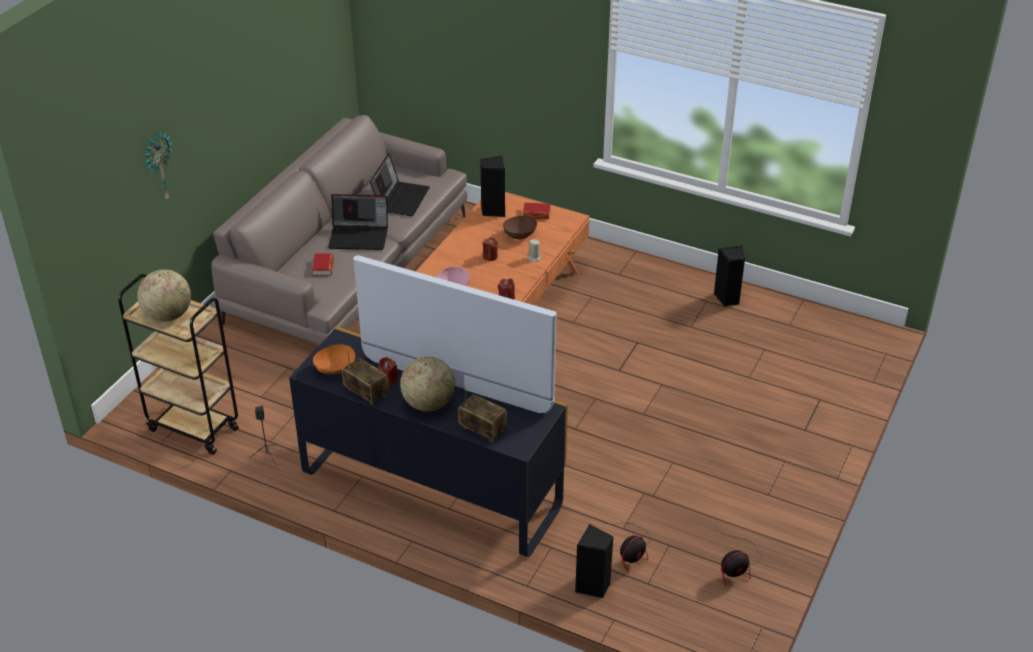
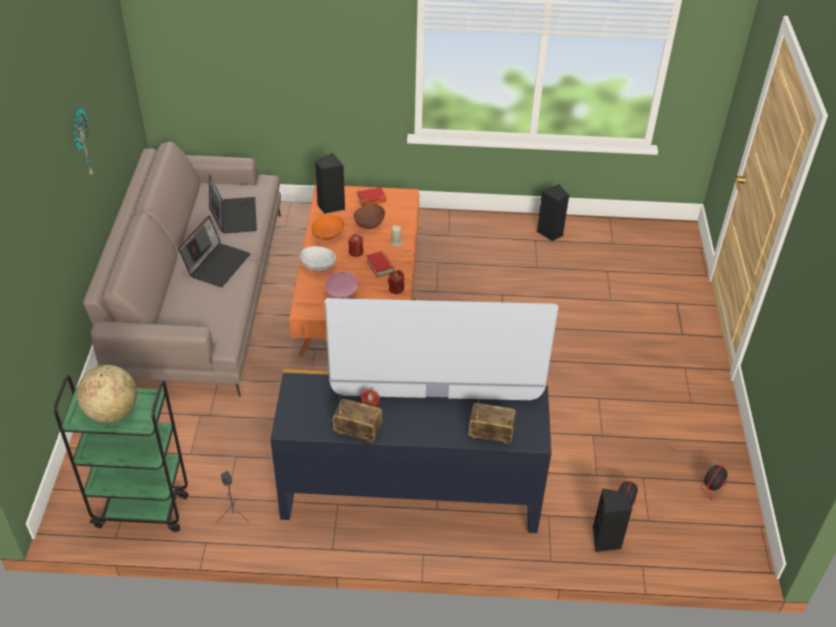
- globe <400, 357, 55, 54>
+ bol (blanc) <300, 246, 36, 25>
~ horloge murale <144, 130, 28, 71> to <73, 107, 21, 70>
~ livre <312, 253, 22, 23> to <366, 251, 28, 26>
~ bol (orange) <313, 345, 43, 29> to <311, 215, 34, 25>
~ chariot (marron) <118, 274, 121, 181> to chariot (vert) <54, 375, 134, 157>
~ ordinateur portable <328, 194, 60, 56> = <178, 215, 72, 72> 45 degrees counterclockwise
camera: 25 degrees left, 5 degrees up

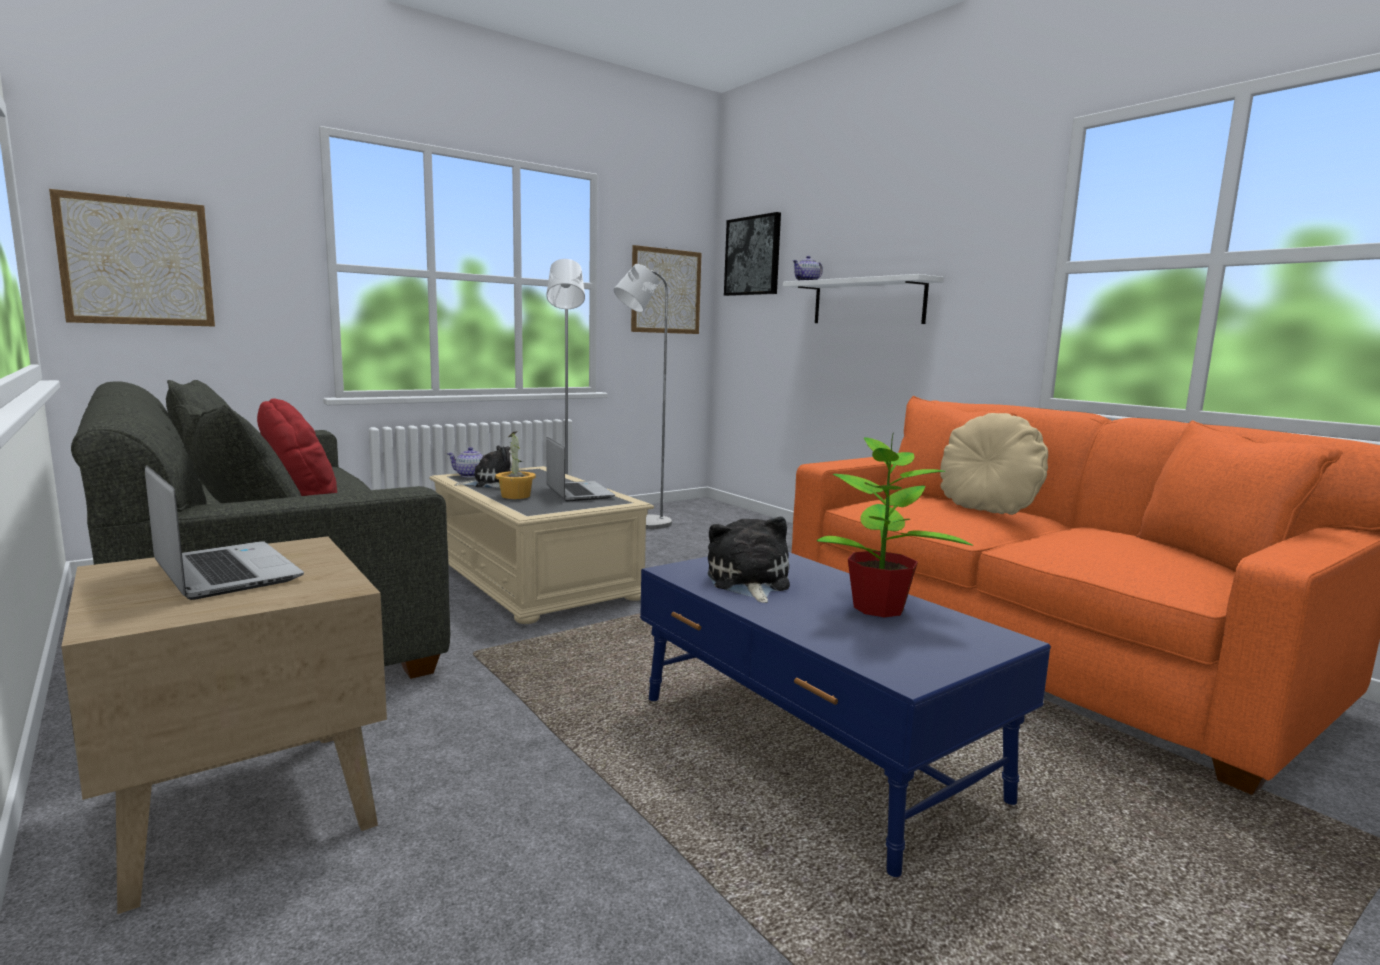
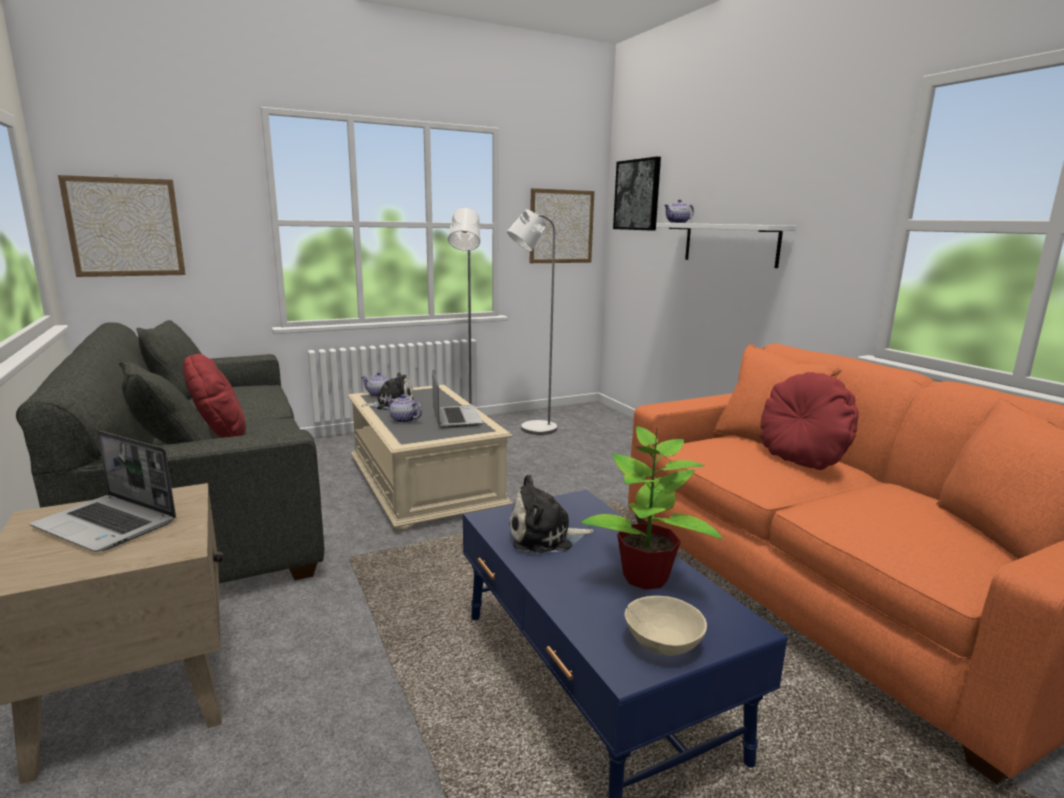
+ bol (beige) <625, 596, 82, 60>
~ plante en pot <496, 431, 39, 68> to théière <386, 394, 36, 29>
~ coussin (beige) <940, 413, 108, 102> to coussin (rouge) <760, 372, 99, 98>
~ ordinateur portable <145, 466, 159, 134> = <29, 430, 147, 122> 150 degrees clockwise
~ peluche <708, 517, 82, 86> = <509, 474, 85, 79> 105 degrees counterclockwise
camera: 10 degrees right, 5 degrees up

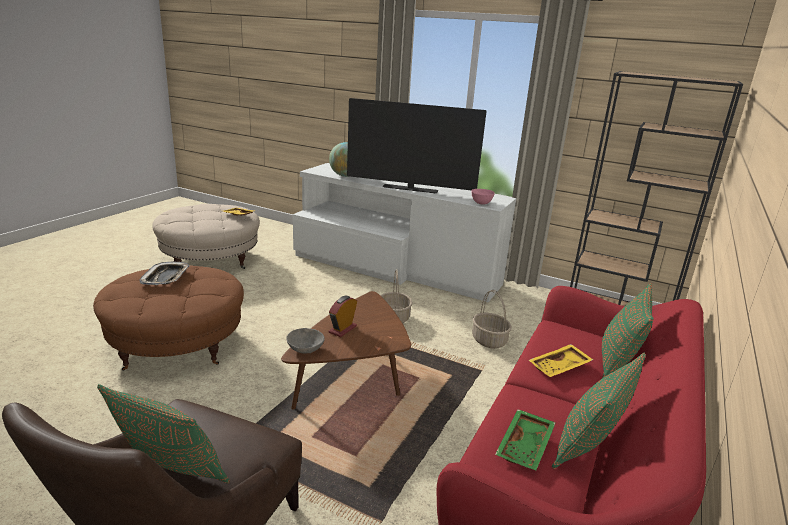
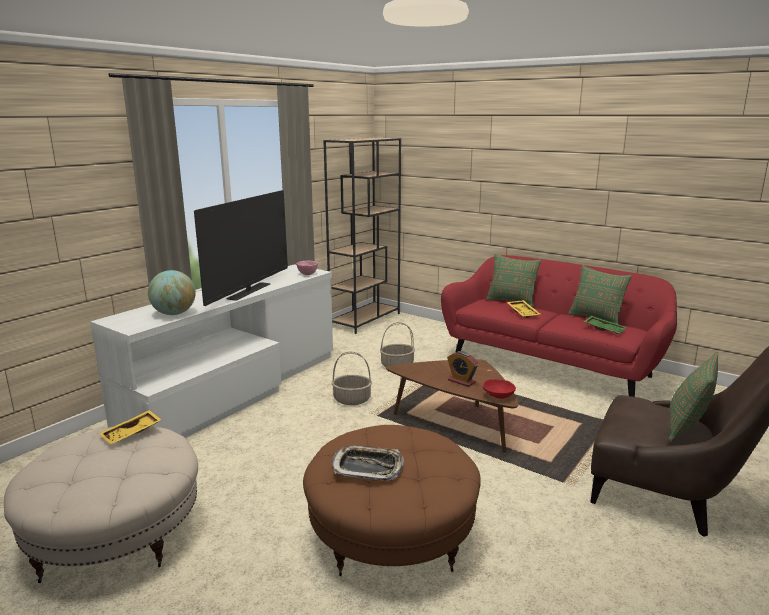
~ bol (gris) <286, 328, 39, 25> to bol (rouge) <483, 379, 33, 20>
camera: 80 degrees left, 5 degrees down

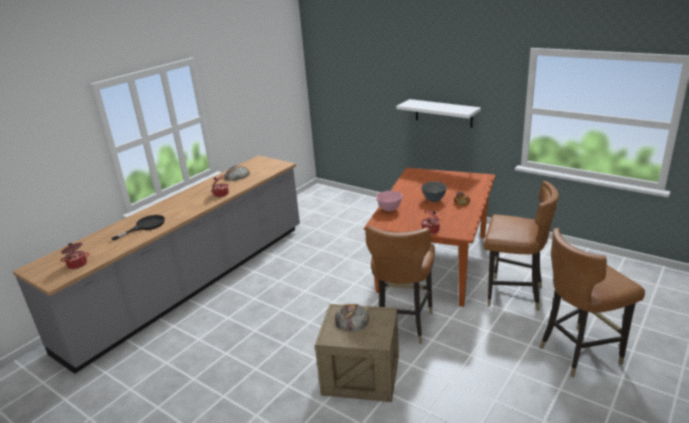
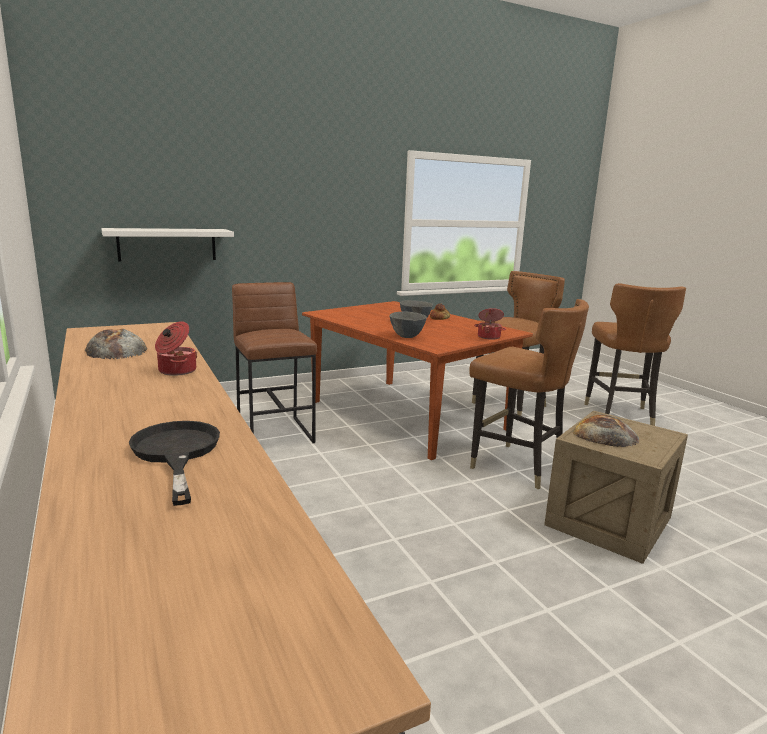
- marmite <60, 243, 29, 26>
+ tabouret (marron) <232, 282, 85, 161>
~ étagère (blanc) <396, 99, 85, 29> to <101, 228, 133, 33>
~ bol (rose) <376, 191, 27, 20> to bol (gris) <389, 312, 38, 26>
camera: 65 degrees left, 10 degrees down

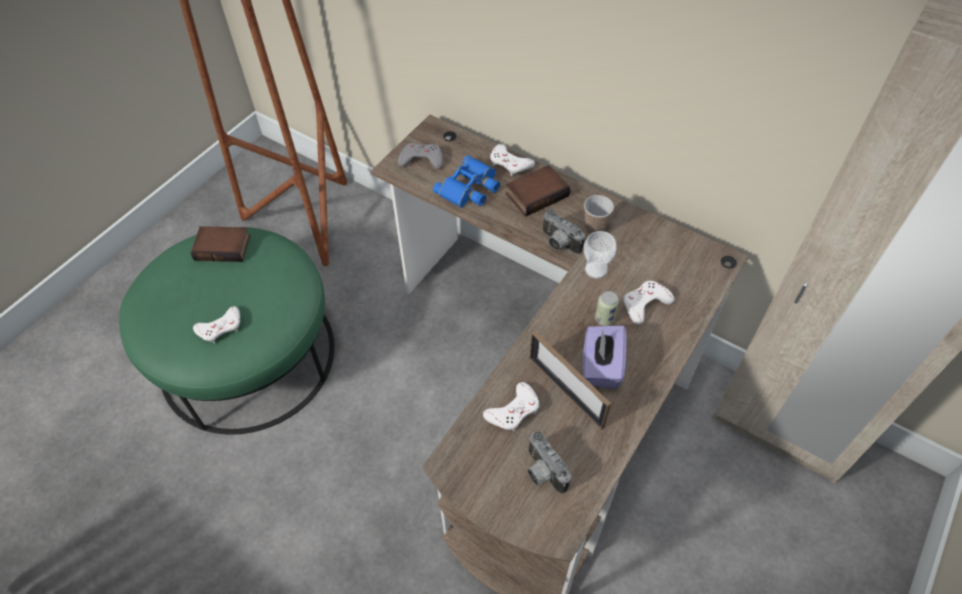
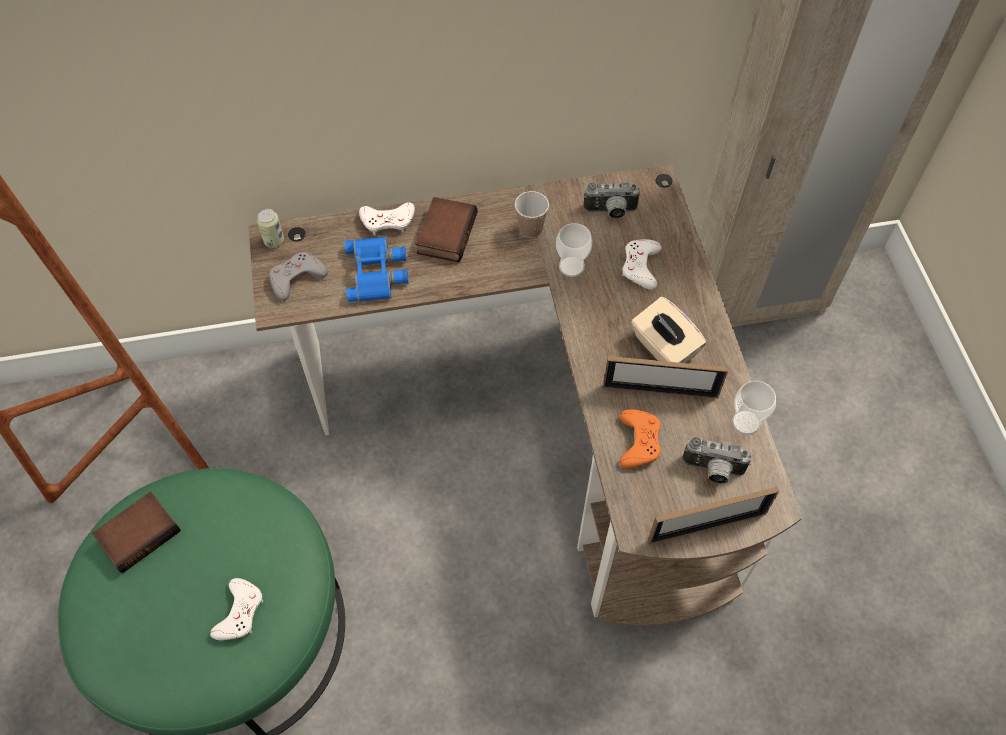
+ cadre photo <648, 487, 131, 57>
+ tasse <732, 380, 44, 55>
~ appareil photo <542, 209, 43, 45> to <583, 183, 58, 36>
~ boîte métallique <595, 291, 24, 35> to <257, 209, 27, 39>
~ manette (blanc) <483, 382, 56, 50> to manette (orange) <619, 409, 42, 59>
~ boîte à mouchoirs (violet) <583, 326, 44, 63> to boîte à mouchoirs (beige) <631, 297, 76, 66>
camera: 45 degrees left, 5 degrees up

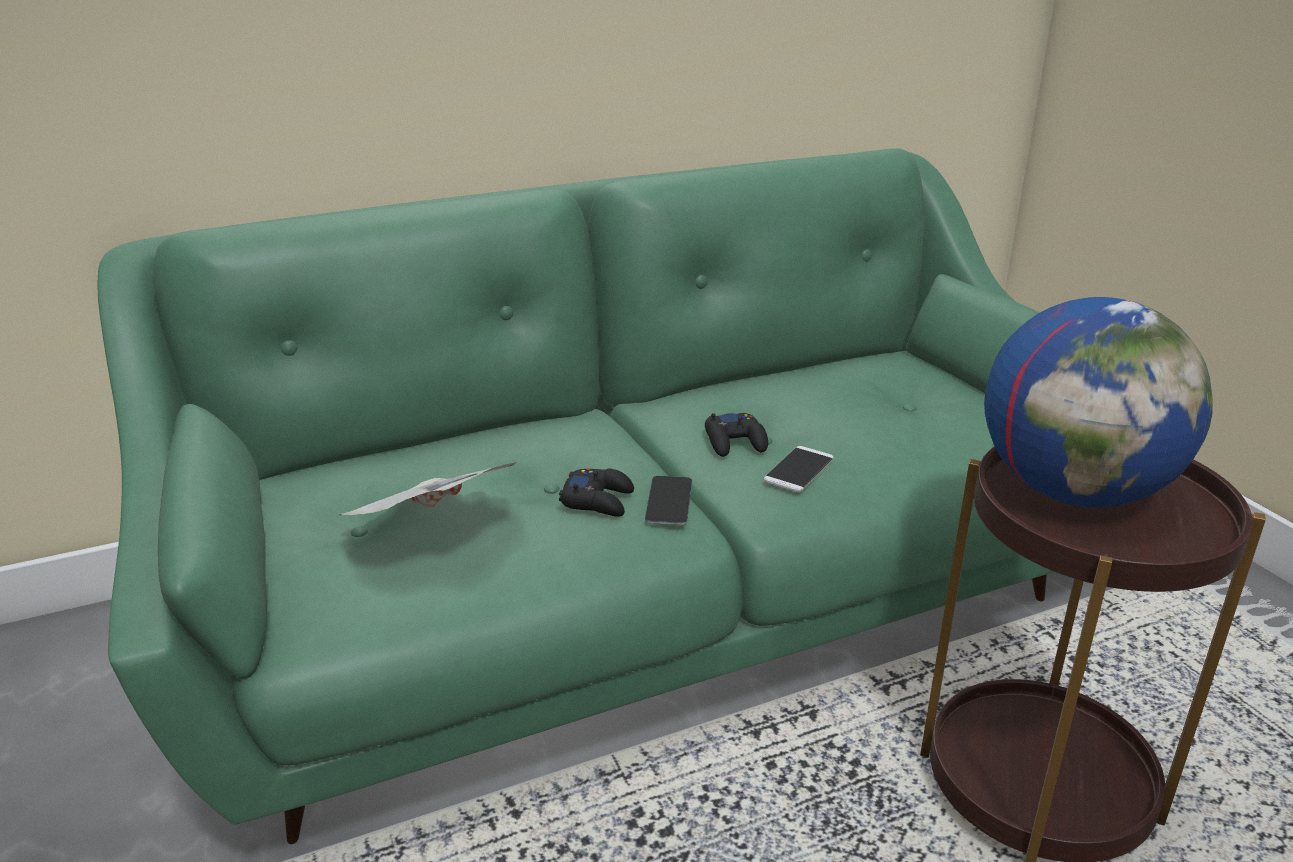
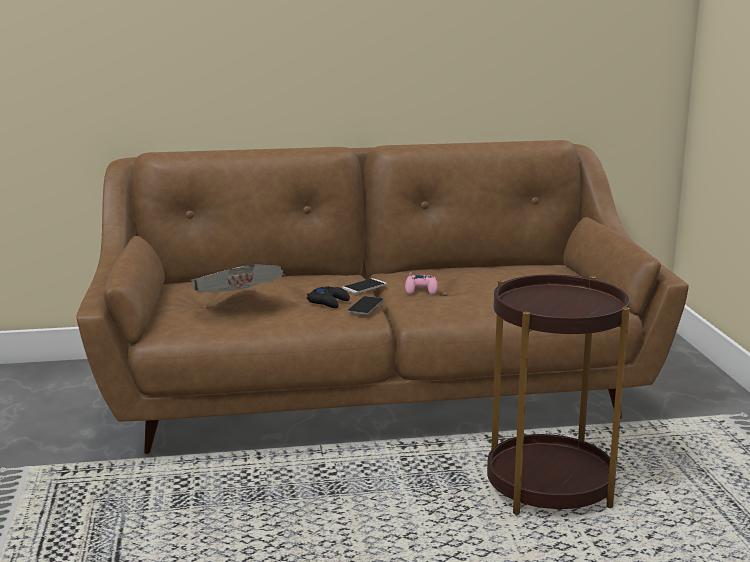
- globe <984, 297, 229, 210>
~ téléphone <764, 446, 70, 46> to <342, 278, 45, 16>
~ canapé (vert) <97, 149, 957, 695> to canapé (marron) <76, 140, 613, 314>
~ manette (noir) <705, 413, 63, 44> to manette (rose) <405, 273, 33, 22>
camera: 15 degrees right, 10 degrees down

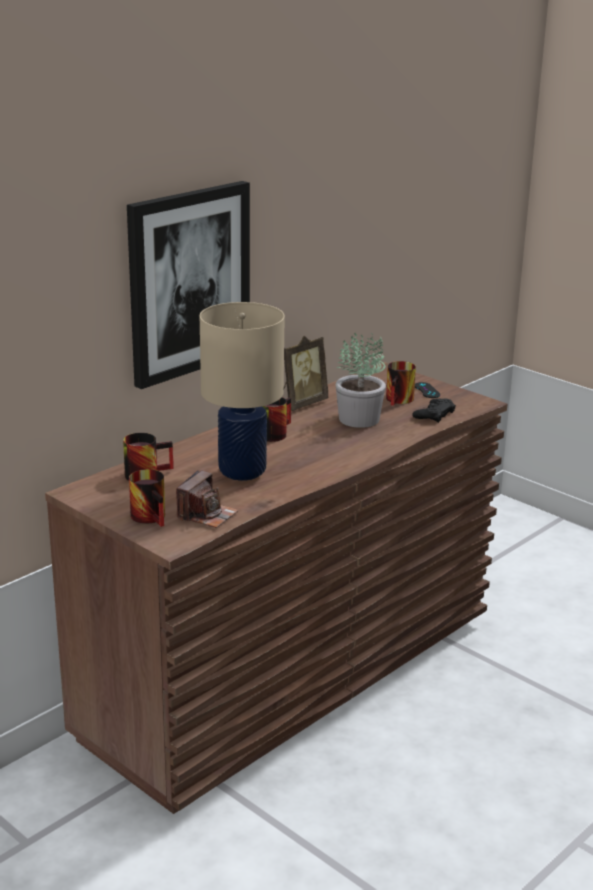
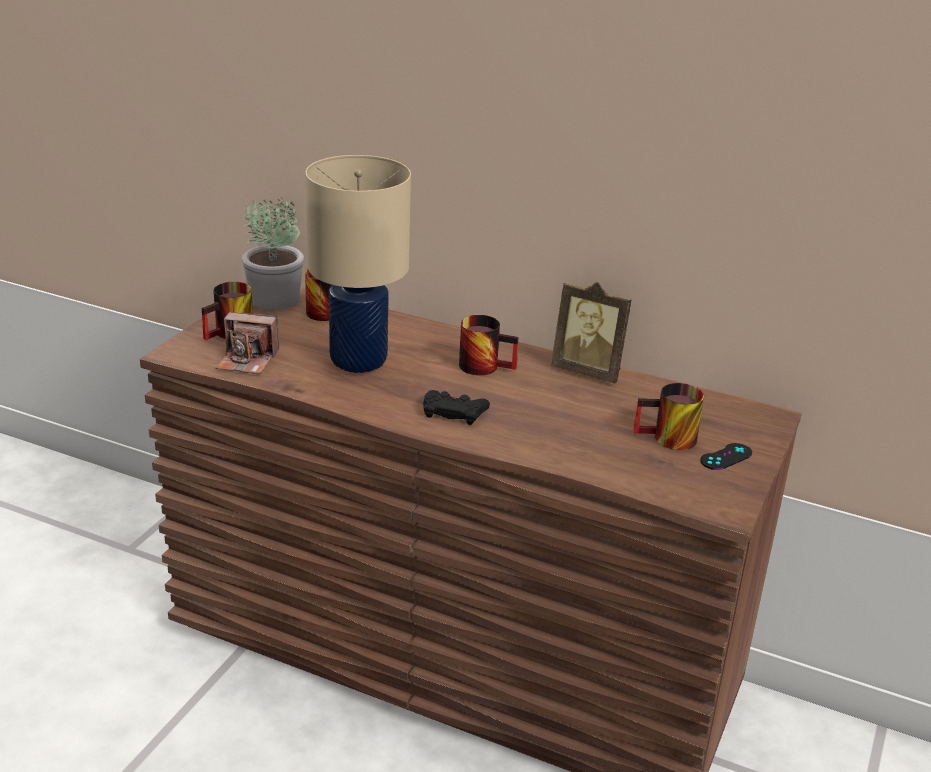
- tableau <127, 181, 123, 208>
~ plante en pot <336, 333, 50, 95> to <242, 197, 62, 113>
~ manette (noir) <412, 398, 44, 25> to <423, 390, 67, 35>
camera: 70 degrees right, 5 degrees up

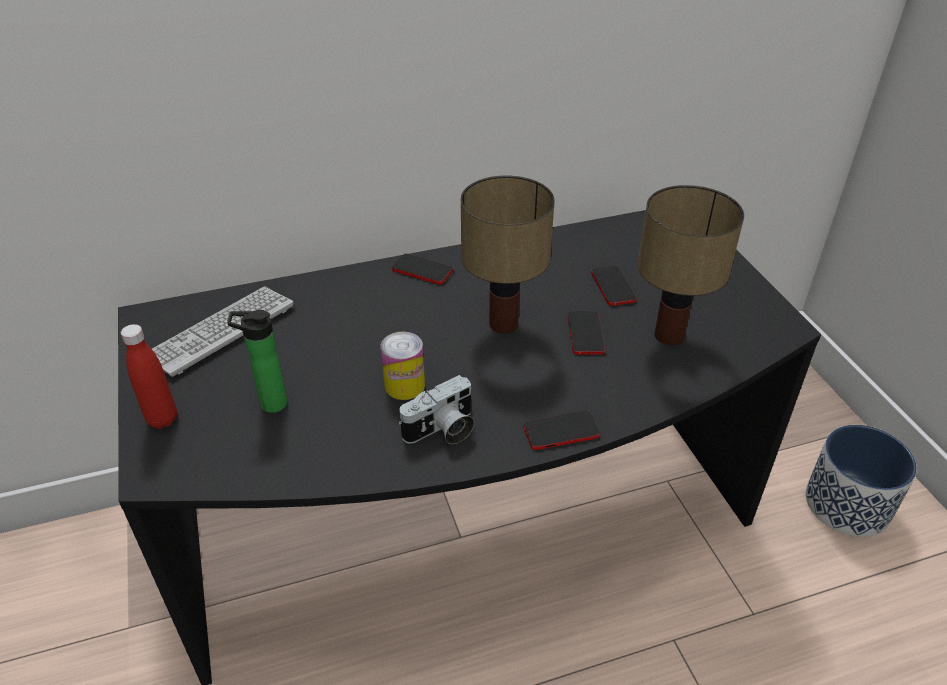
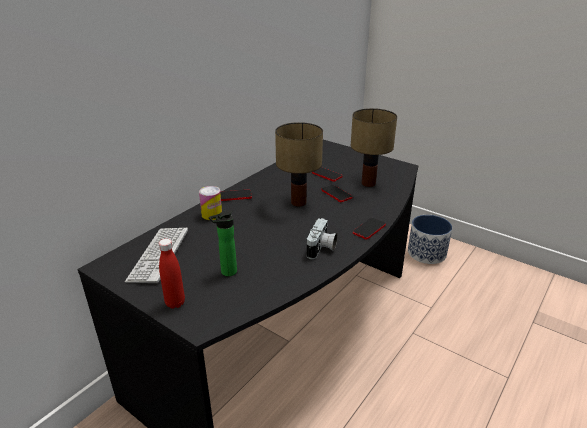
~ boîte métallique <381, 331, 44, 69> to <199, 186, 23, 34>
camera: 35 degrees left, 10 degrees down

